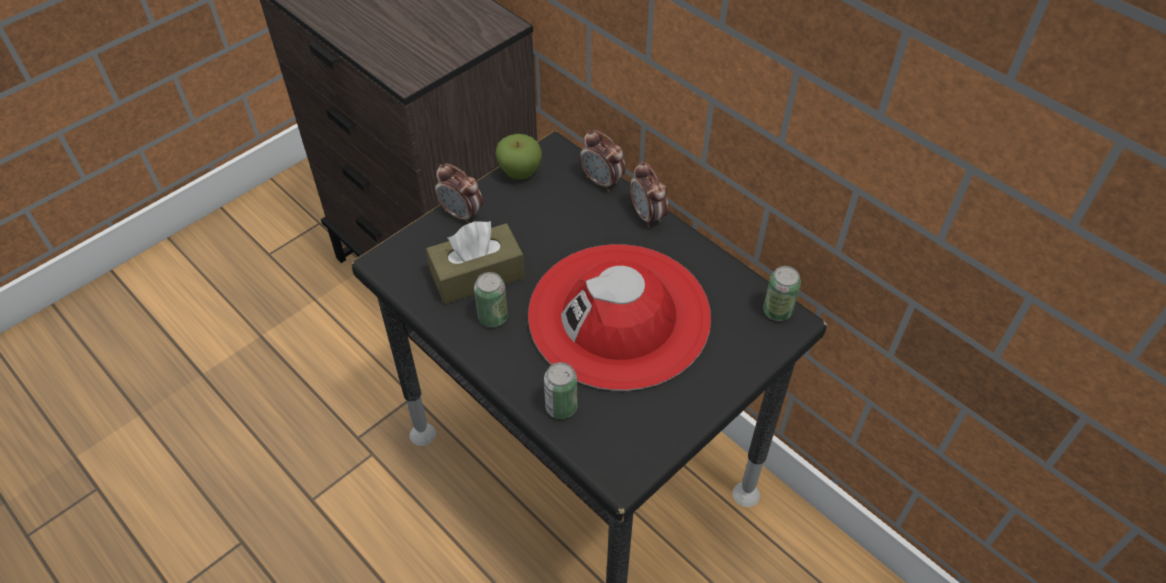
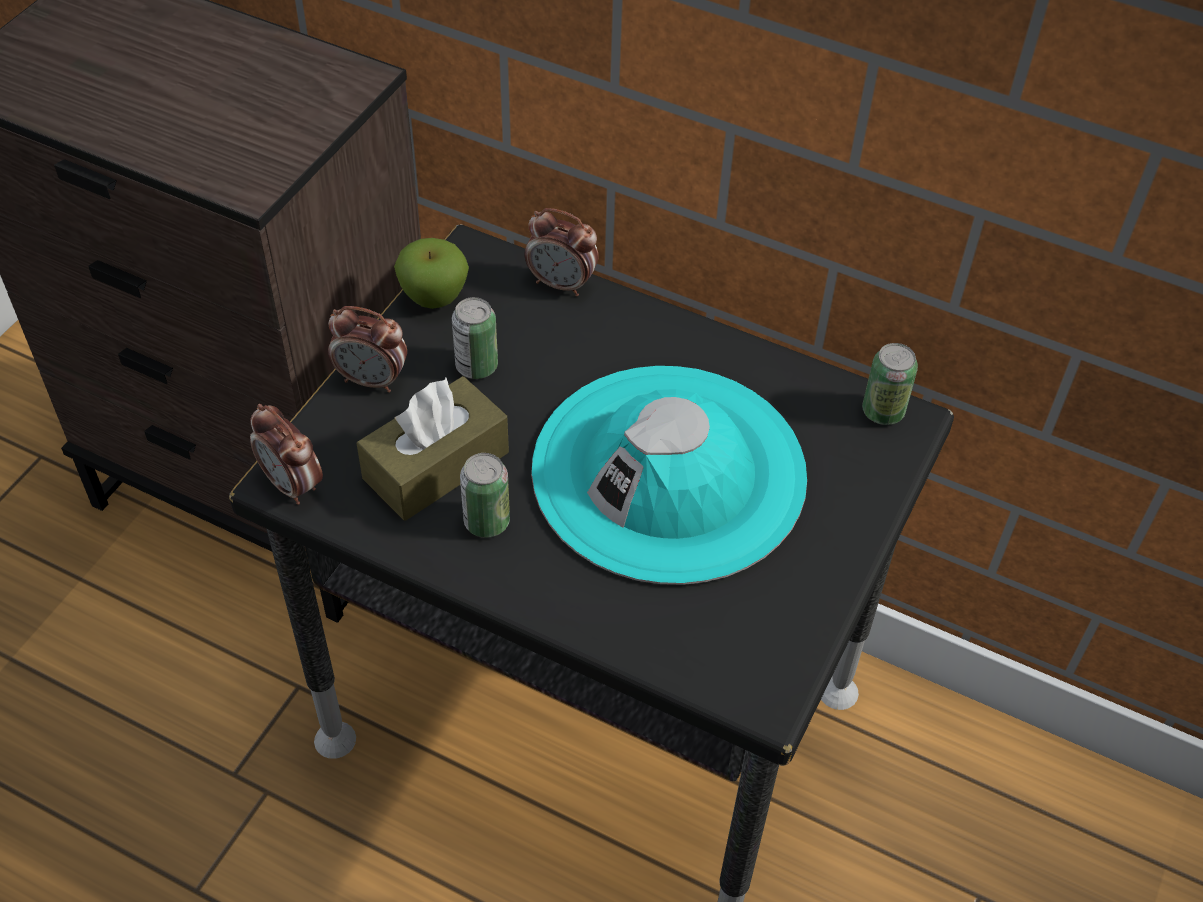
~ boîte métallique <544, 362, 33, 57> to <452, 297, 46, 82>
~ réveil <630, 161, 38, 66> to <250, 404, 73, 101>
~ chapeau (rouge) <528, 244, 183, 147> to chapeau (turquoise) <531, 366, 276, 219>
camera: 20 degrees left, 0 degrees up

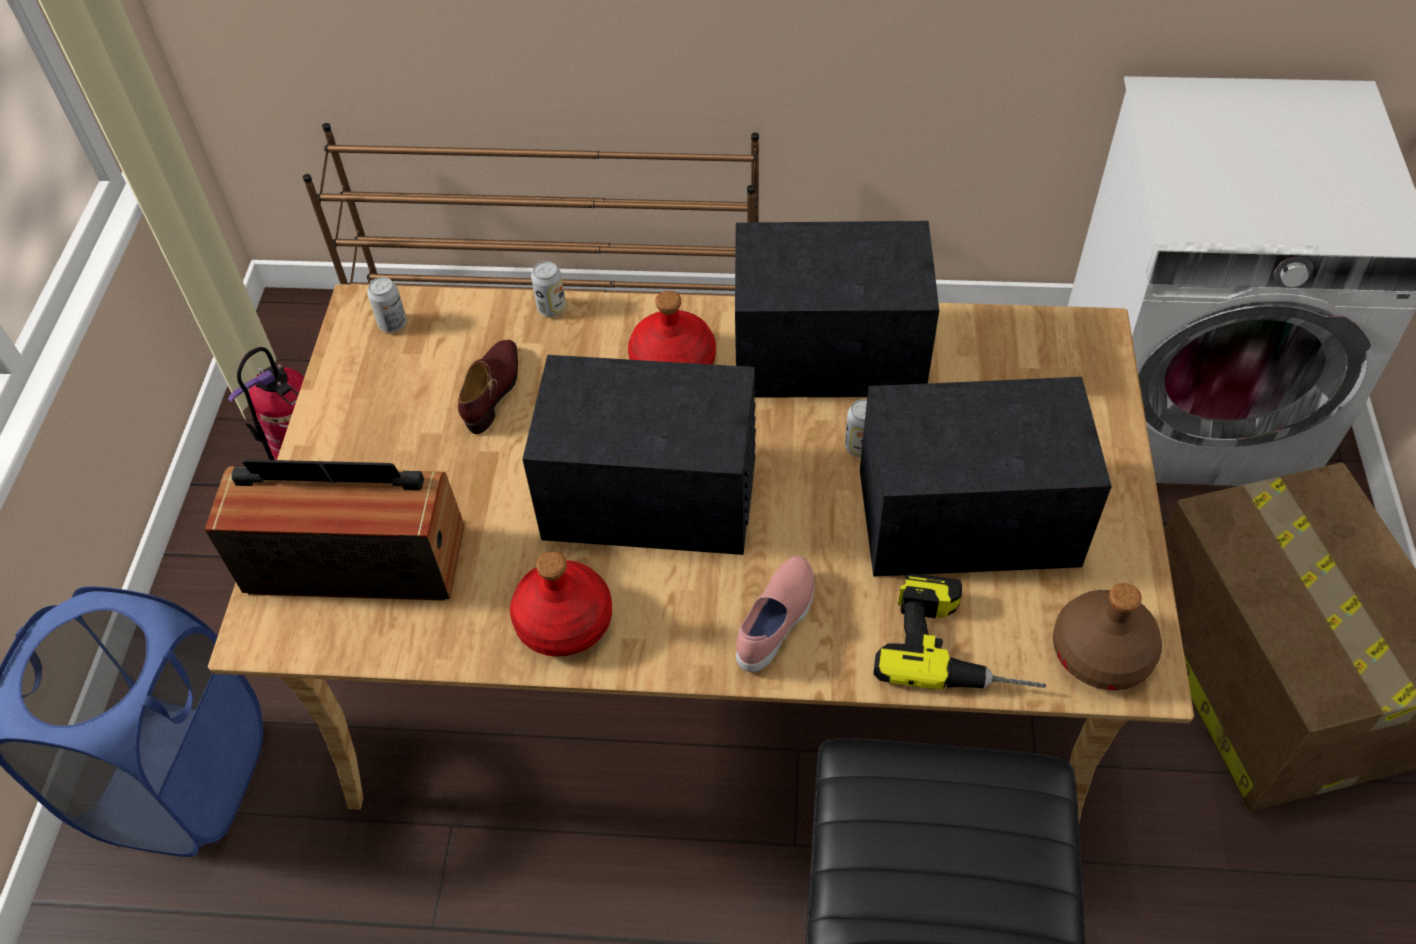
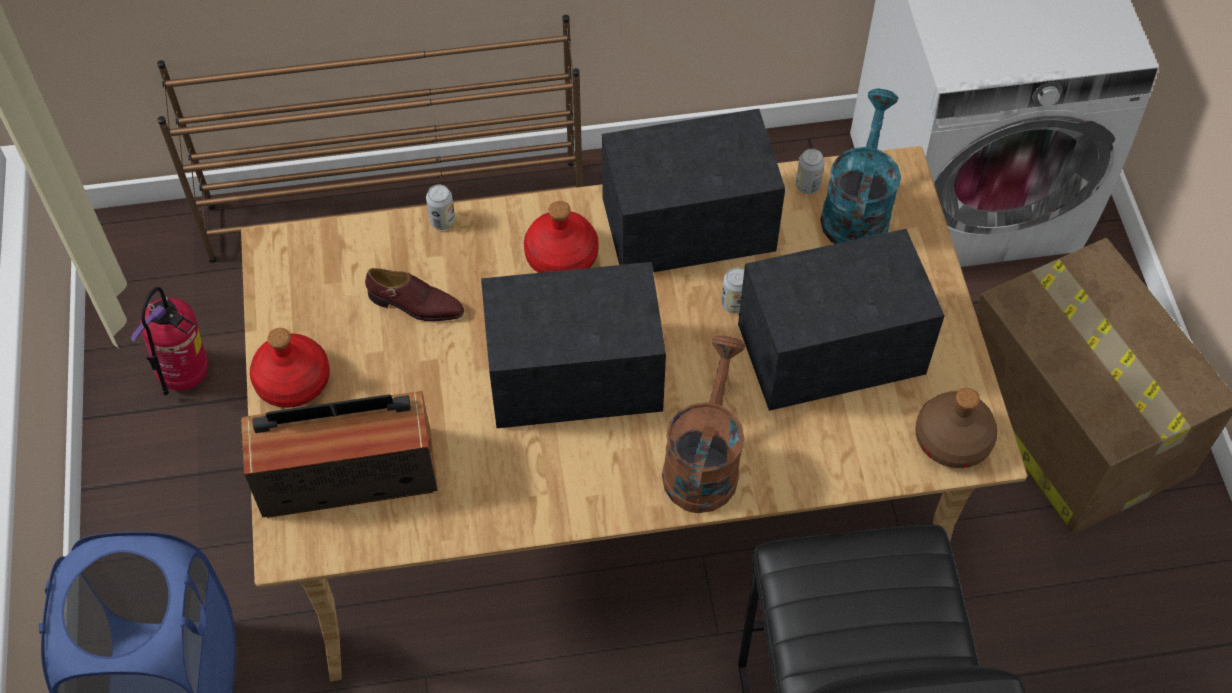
- perceuse <873, 574, 173, 116>
+ arrosoir (turquoise) <820, 89, 81, 155>
~ boîte métallique <367, 277, 40, 56> to <796, 149, 29, 45>
~ bouteille (rouge) <510, 552, 102, 105> to <250, 328, 80, 80>
~ chaussure (rose) <736, 556, 78, 116> to arrosoir (marron) <662, 335, 83, 178>
~ chaussure (marron) <458, 340, 60, 94> = <365, 268, 99, 53> 105 degrees clockwise
camera: 15 degrees left, 5 degrees up

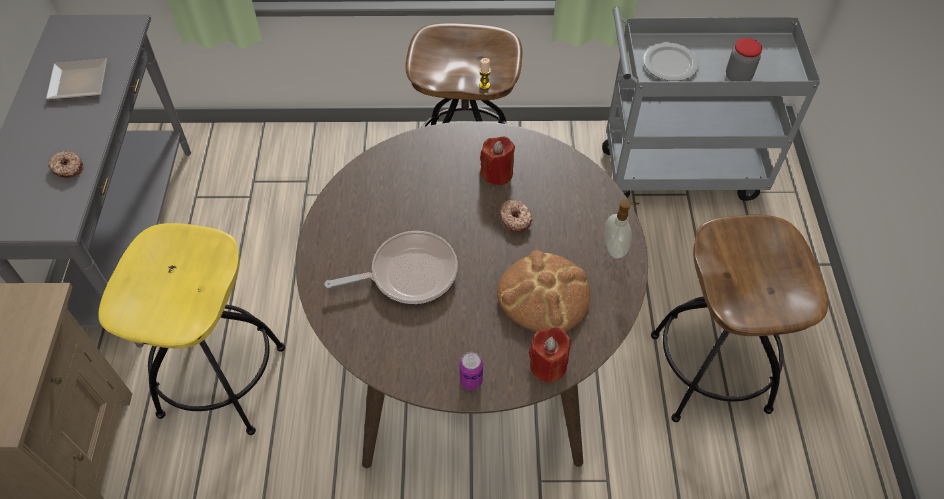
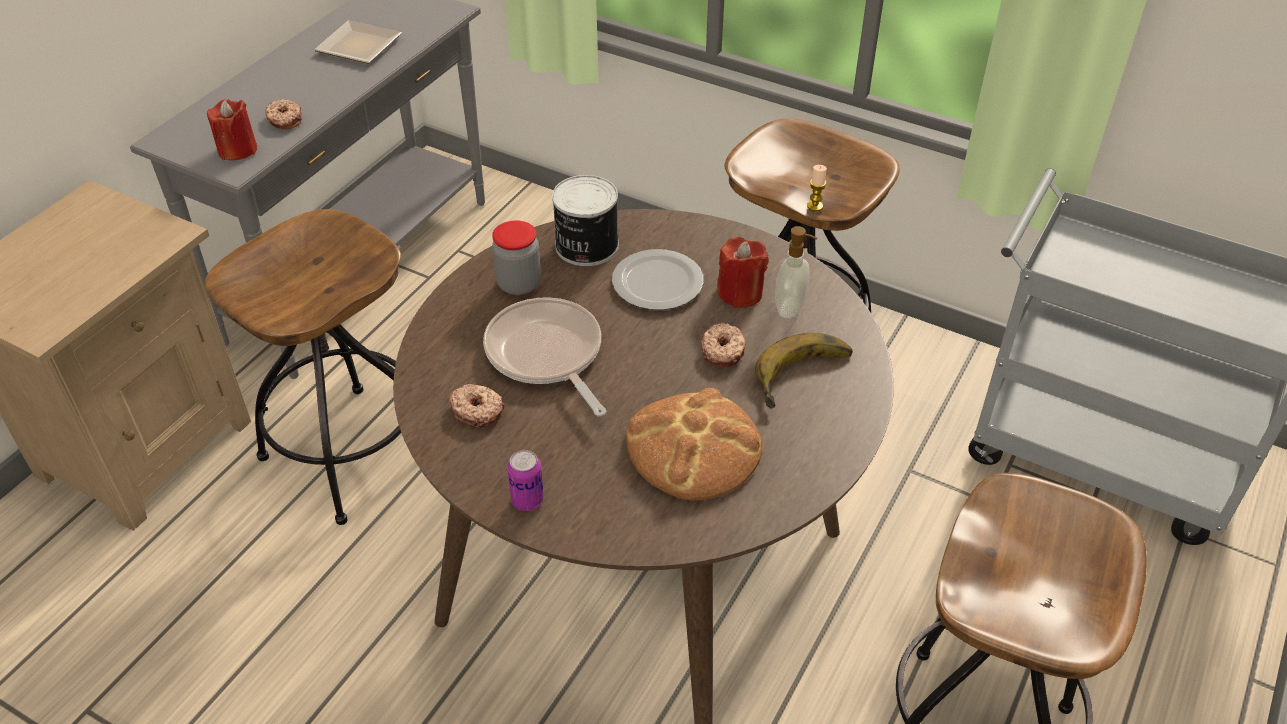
+ beignet <449, 384, 56, 43>
+ boîte métallique <552, 175, 67, 91>
+ banane <755, 333, 98, 76>
~ bougie (rouge) <529, 327, 42, 56> to <207, 99, 50, 61>
~ distributeur de savon <604, 199, 35, 60> to <775, 226, 42, 92>
~ assiette <643, 43, 56, 38> to <612, 249, 92, 61>
~ bocal <726, 38, 36, 43> to <492, 220, 49, 75>
~ tabouret (jaune) <98, 223, 187, 212> to tabouret (marron) <205, 209, 196, 316>
~ poêle <324, 231, 134, 73> = <483, 297, 123, 119> 135 degrees counterclockwise
camera: 30 degrees right, 10 degrees down

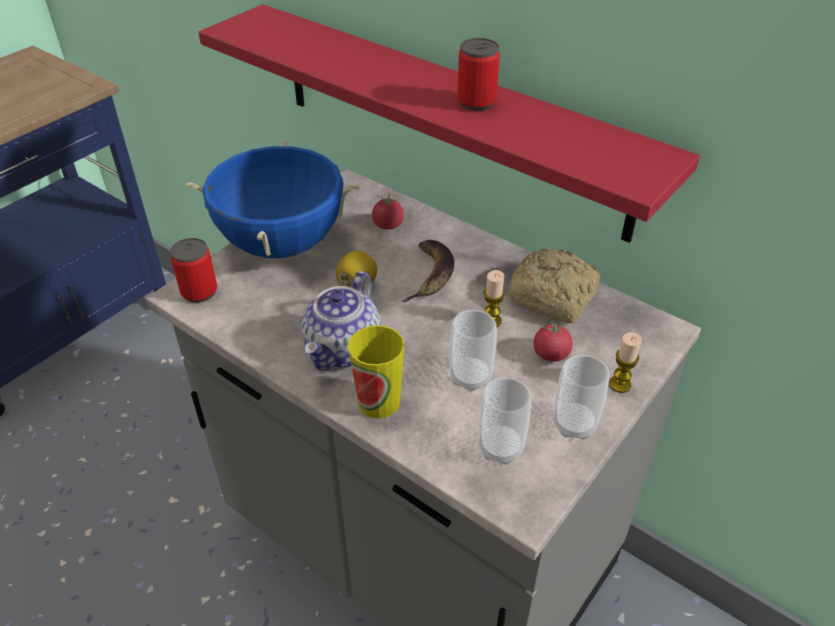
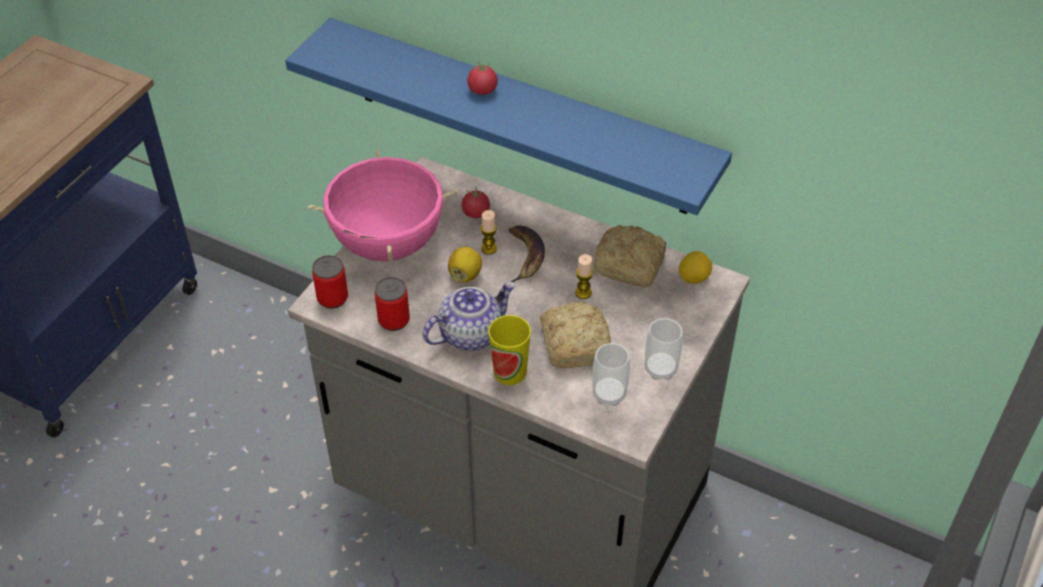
+ citron <679, 251, 33, 33>
~ boîte métallique <457, 38, 43, 73> to <375, 277, 35, 54>
~ tomate <533, 319, 40, 43> to <467, 61, 31, 34>
~ bougie <609, 332, 33, 61> to <480, 210, 17, 44>
~ tasse <449, 310, 48, 82> to pain <540, 302, 71, 66>
~ marmite (bleu) <187, 140, 173, 118> to marmite (rose) <308, 149, 149, 113>
~ étagère (rouge) <198, 4, 502, 239> to étagère (bleu) <285, 18, 447, 197>
~ théière <301, 271, 80, 99> = <423, 282, 93, 69> 135 degrees counterclockwise
camera: 10 degrees left, 5 degrees up

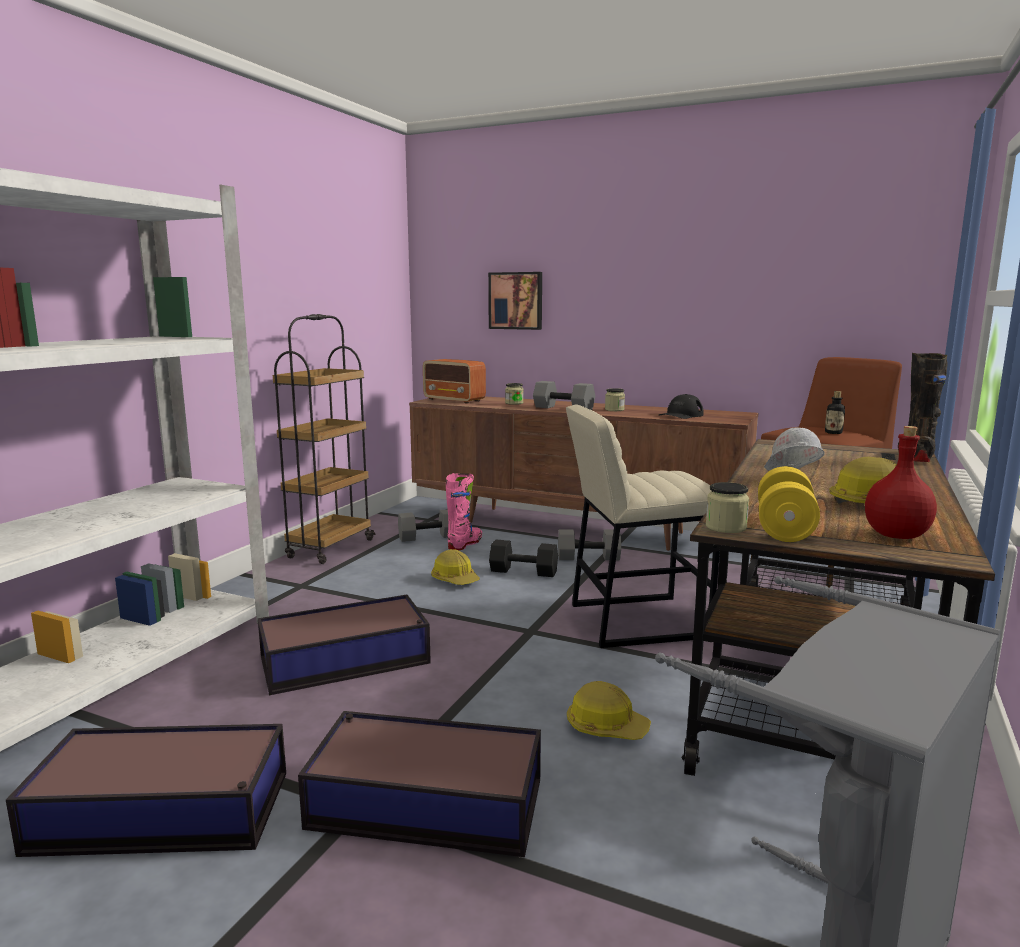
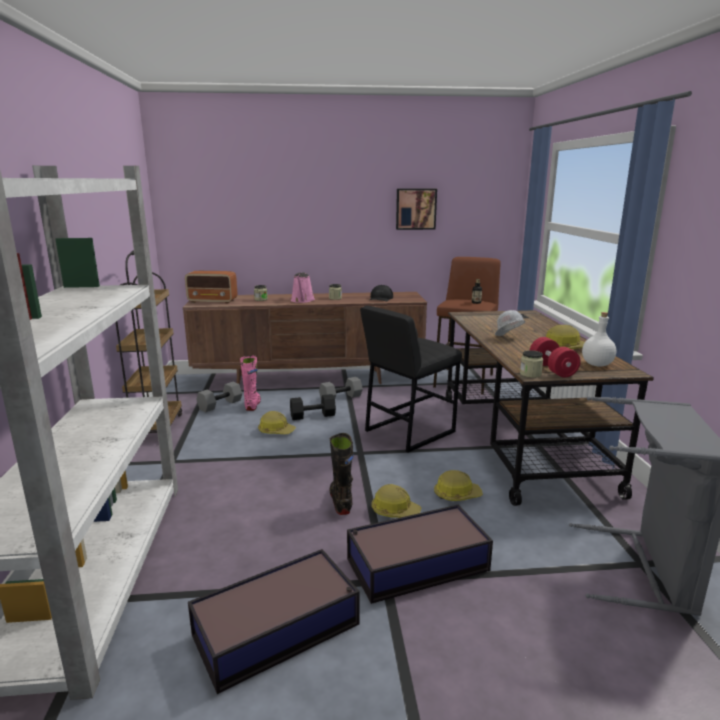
- boîte de rangement <258, 595, 173, 100>
+ casque de chantier <371, 484, 50, 34>
~ tableau <488, 272, 54, 58> to <396, 189, 41, 41>
~ botte (noir) <898, 353, 50, 109> to <330, 433, 23, 82>
~ haltère (gris) <533, 381, 62, 29> to arrosoir (rose) <291, 272, 24, 31>
~ chaise (beige) <566, 404, 154, 244> to chaise (noir) <360, 305, 102, 147>
~ haltère (jaune) <758, 466, 62, 76> to haltère (rouge) <530, 337, 51, 41>
~ bouteille (rouge) <865, 426, 72, 113> to bouteille (blanc) <582, 312, 34, 55>
camera: 30 degrees left, 5 degrees up

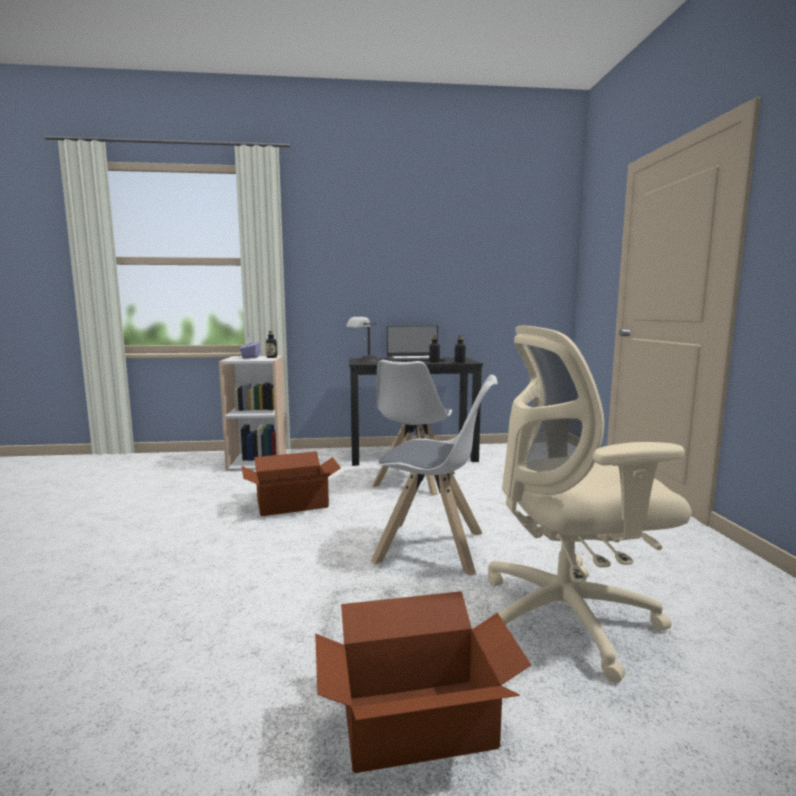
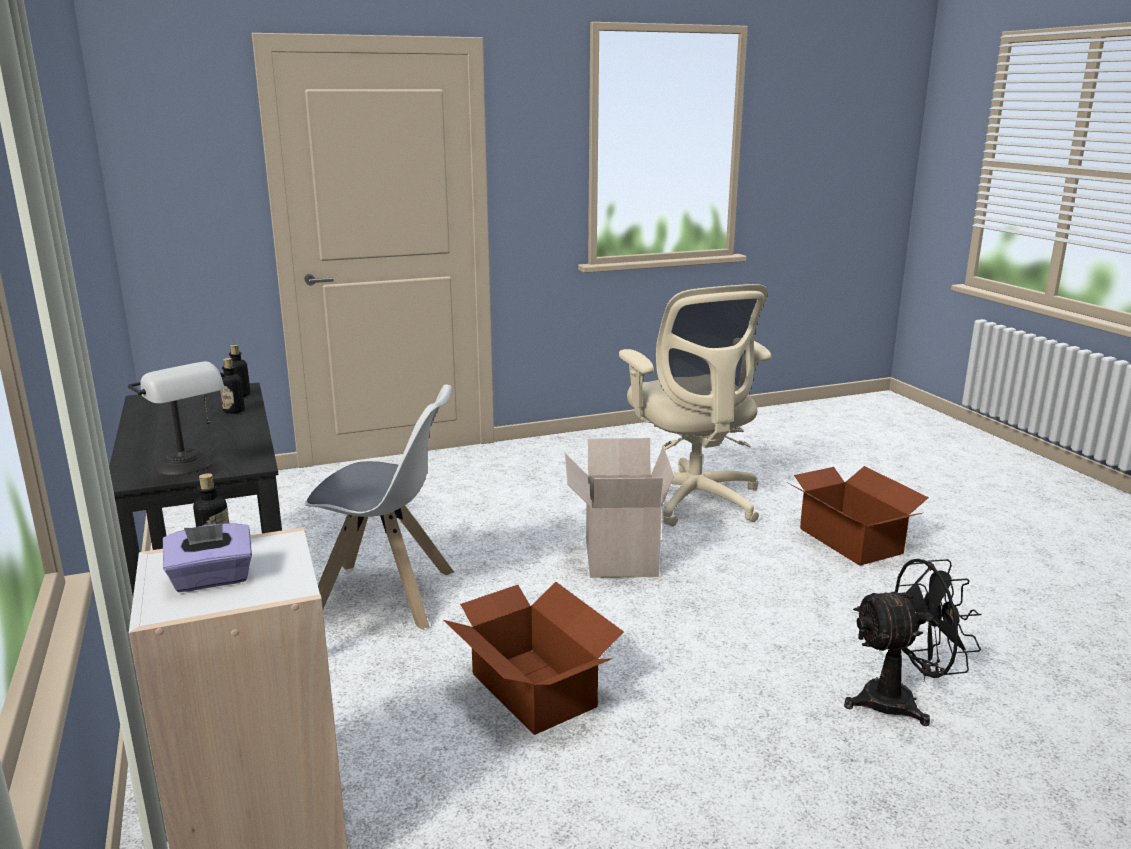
- ordinateur portable <387, 325, 58, 37>
+ ventilateur (noir) <844, 559, 138, 167>
~ chaise <371, 375, 127, 201> to carton <565, 438, 109, 140>
camera: 105 degrees left, 10 degrees up

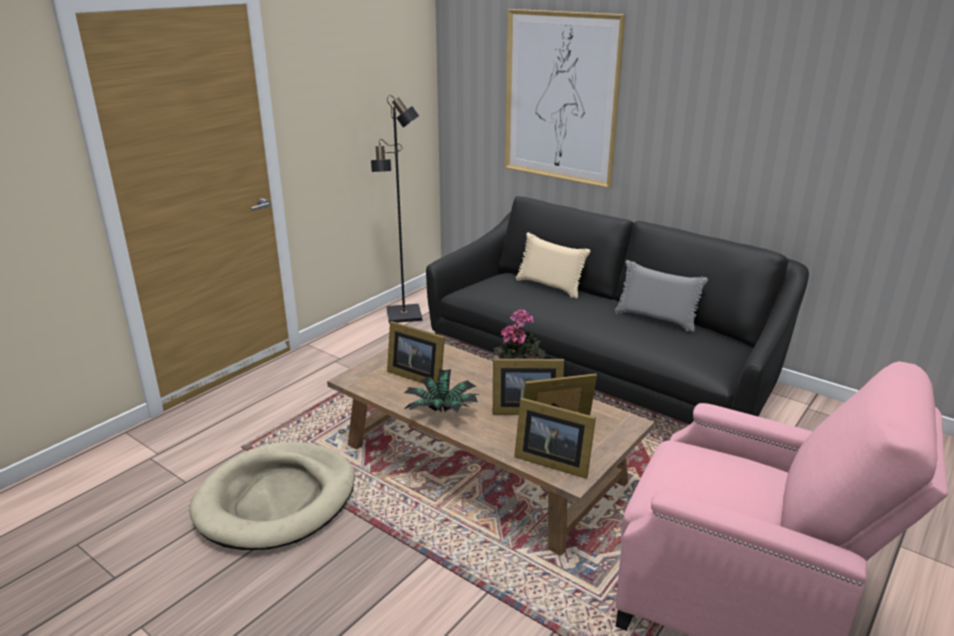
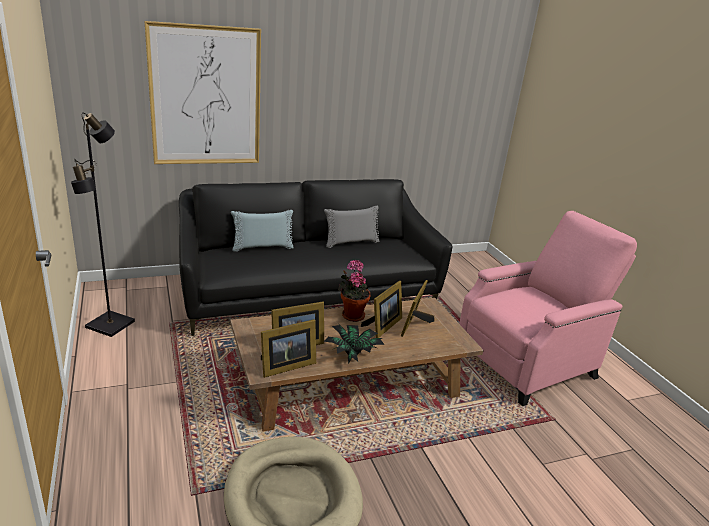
~ cadre photo <514, 398, 82, 81> to <261, 319, 55, 59>
~ coussin (beige) <516, 232, 74, 67> to coussin (bleu) <231, 210, 63, 42>
camera: 60 degrees left, 0 degrees up

